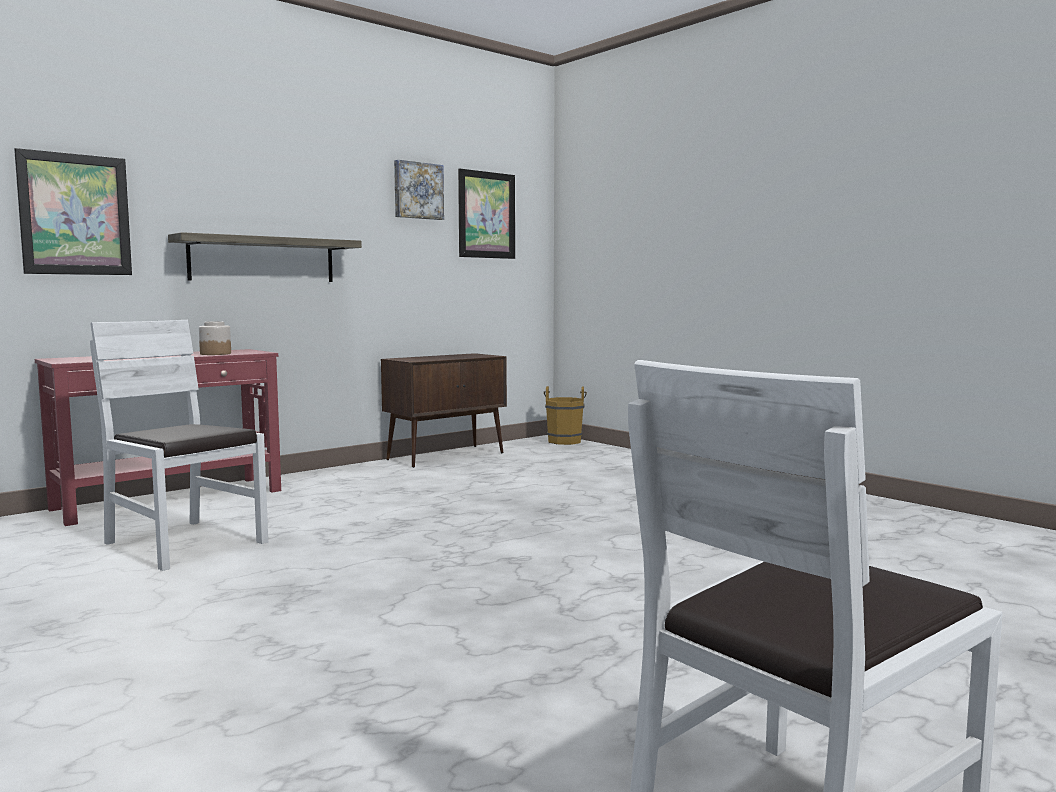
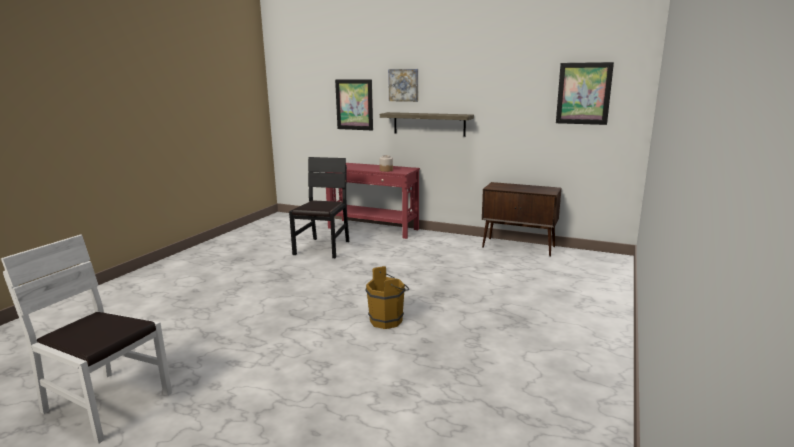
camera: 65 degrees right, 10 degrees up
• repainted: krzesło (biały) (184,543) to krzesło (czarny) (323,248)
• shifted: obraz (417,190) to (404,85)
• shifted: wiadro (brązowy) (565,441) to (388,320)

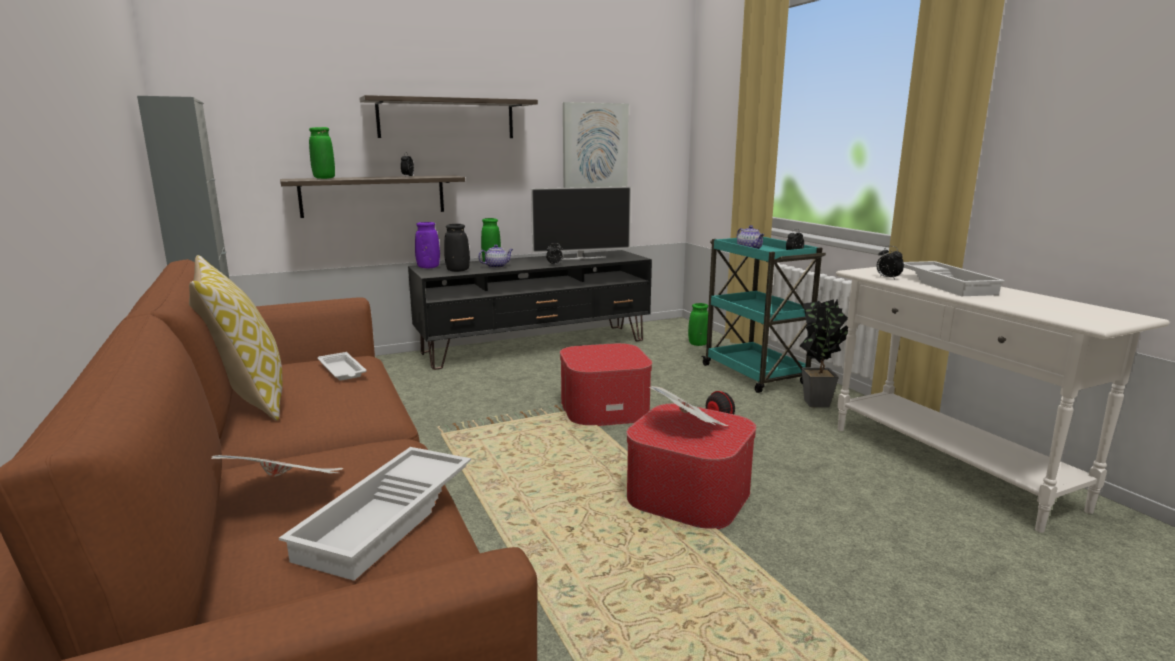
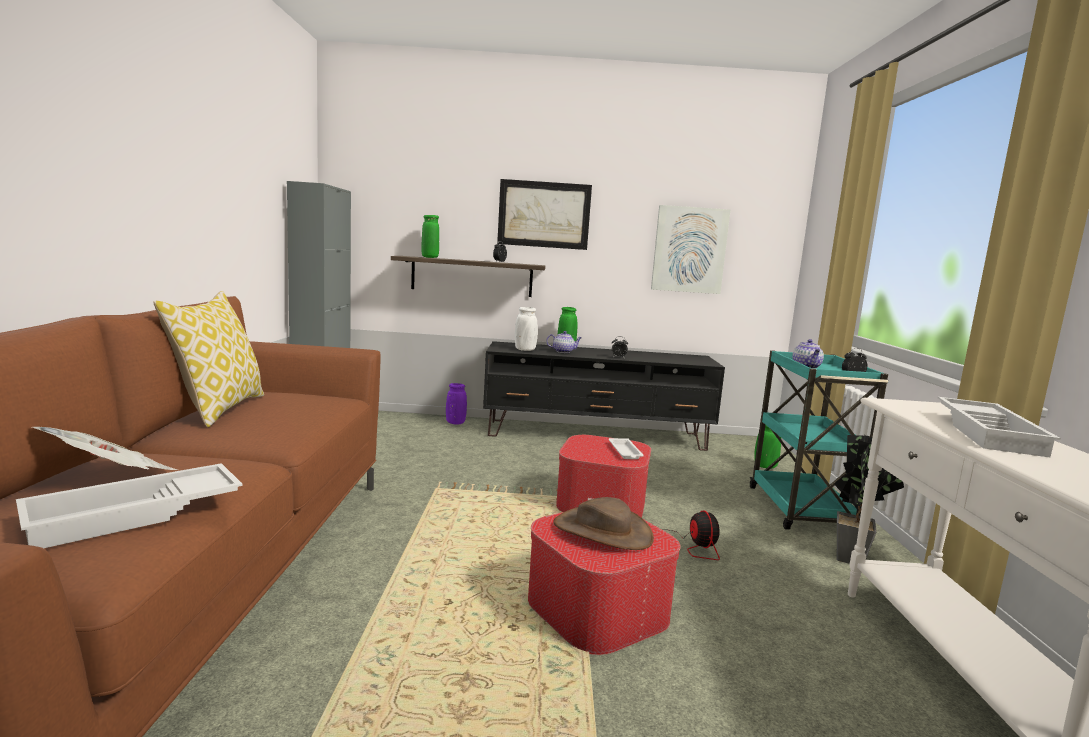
camera: 25 degrees right, 5 degrees down
• shifted: taca (biały) (342,371) to (625,452)
• swapped: półka (446,119) to obraz (544,214)
• shifted: wazon (fioletowy) (428,267) to (455,423)
• repainted: wazon (czarny) (457,270) to wazon (biały) (525,350)
• gone: telewizor (580,258)
• swapped: gazeta (687,426) to kapelusz (brązowy) (602,531)
• gone: budzik (887,278)

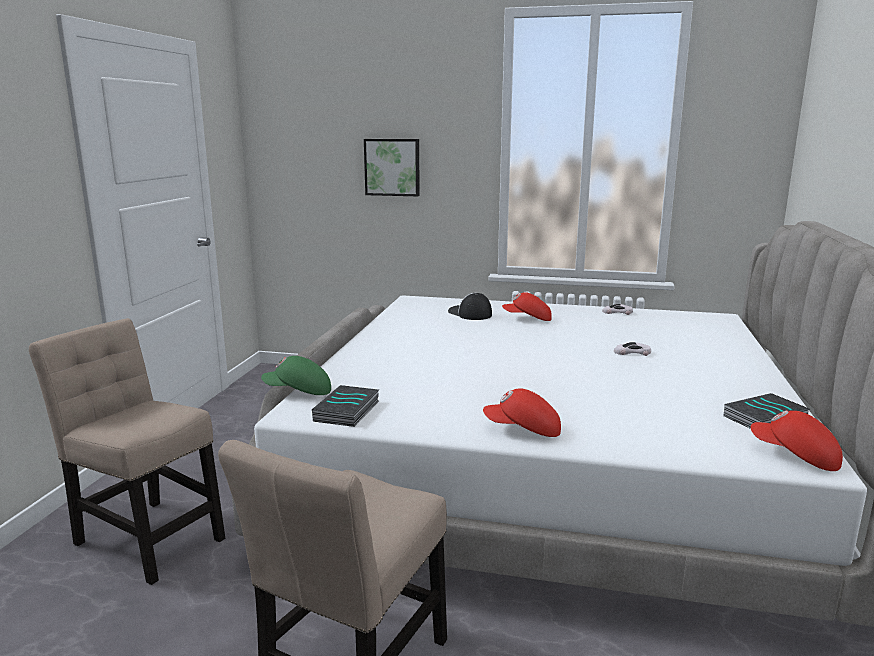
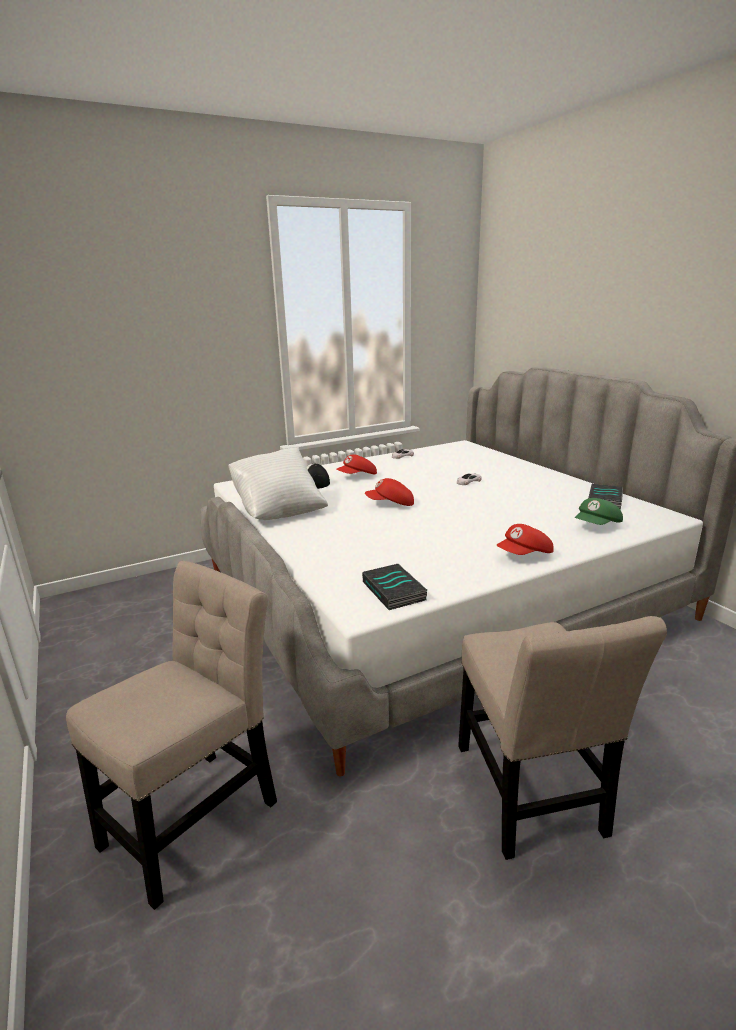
camera: 40 degrees left, 5 degrees up
• rotated: krzesło (beżowy) (146,537) = (197,815) 135 degrees clockwise
• shifted: czapka z daszkiem (zielony) (298,392) to (597,526)
• gone: obraz (392,167)
• shifted: czapka z daszkiem (czerwony) (795,457) to (390,504)
• new: poduszka (biały) (279,510)

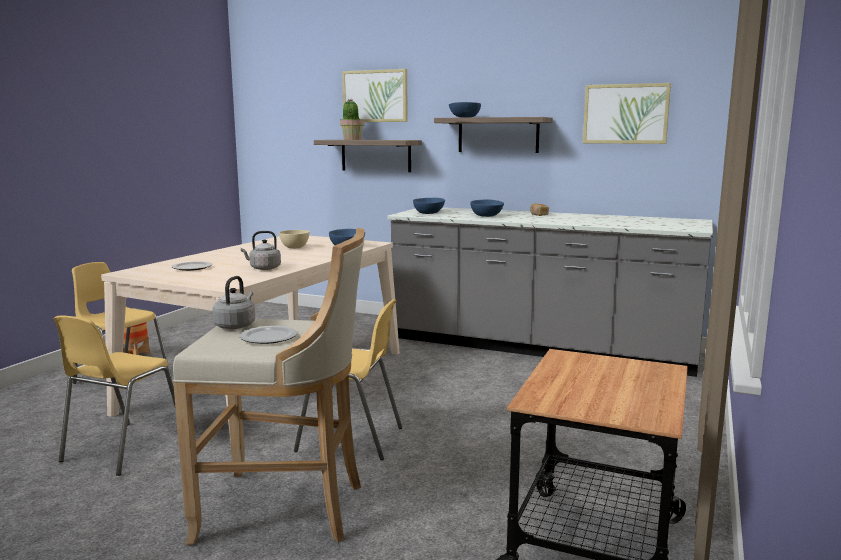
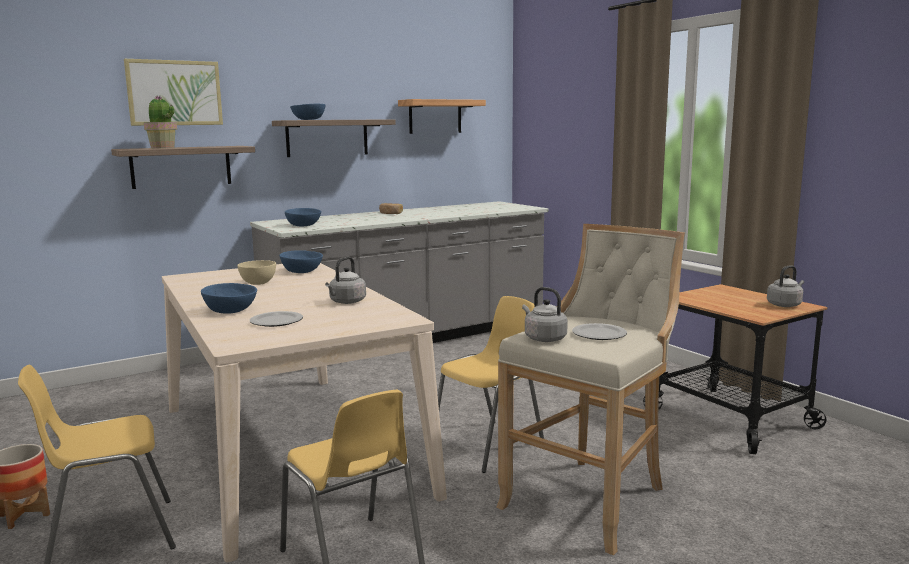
camera: 55 degrees left, 0 degrees up
• shifted: miska (niebieski) (486,215) to (229,311)
• swapped: obraz (625,114) to półka (435,116)
• new: czajnik (szary) (785,305)

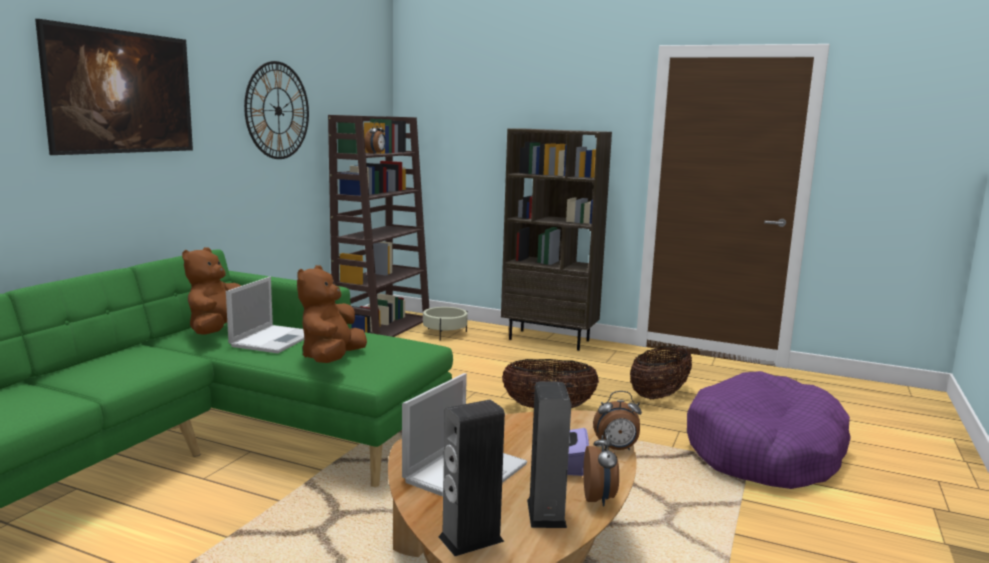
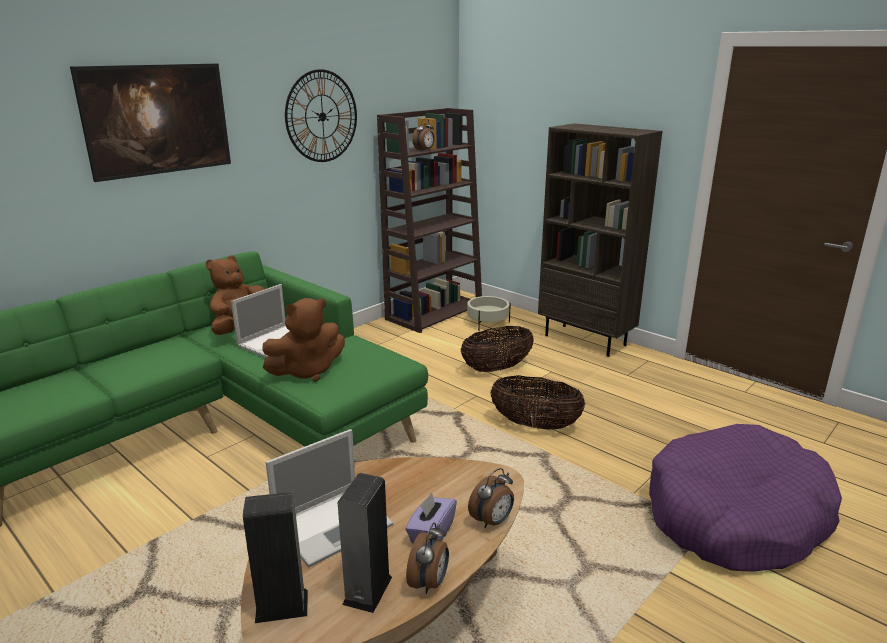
camera: 20 degrees right, 10 degrees up
• rotated: pluszak (brązowy) (332,359) = (307,371) 150 degrees counterclockwise
• rotated: budzik (616,449) = (492,521) 60 degrees counterclockwise
• shifted: koszyk (659,395) to (497,368)

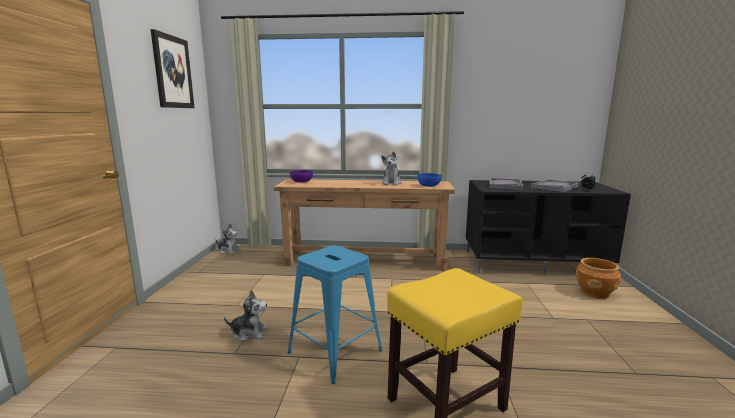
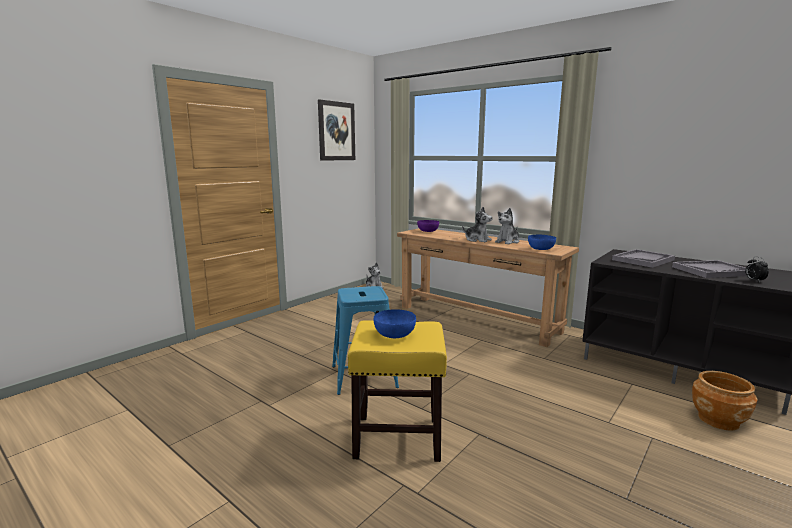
camera: 35 degrees right, 0 degrees up
• shifted: pluszak (249,333) to (477,240)
• new: miska (niebieski) (395,335)

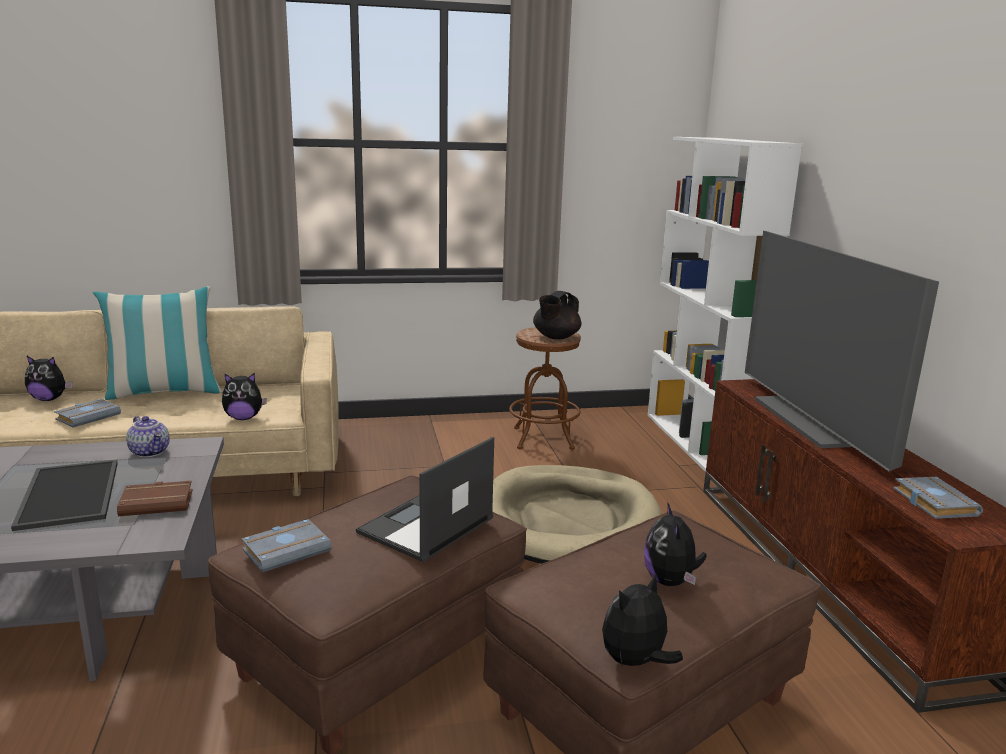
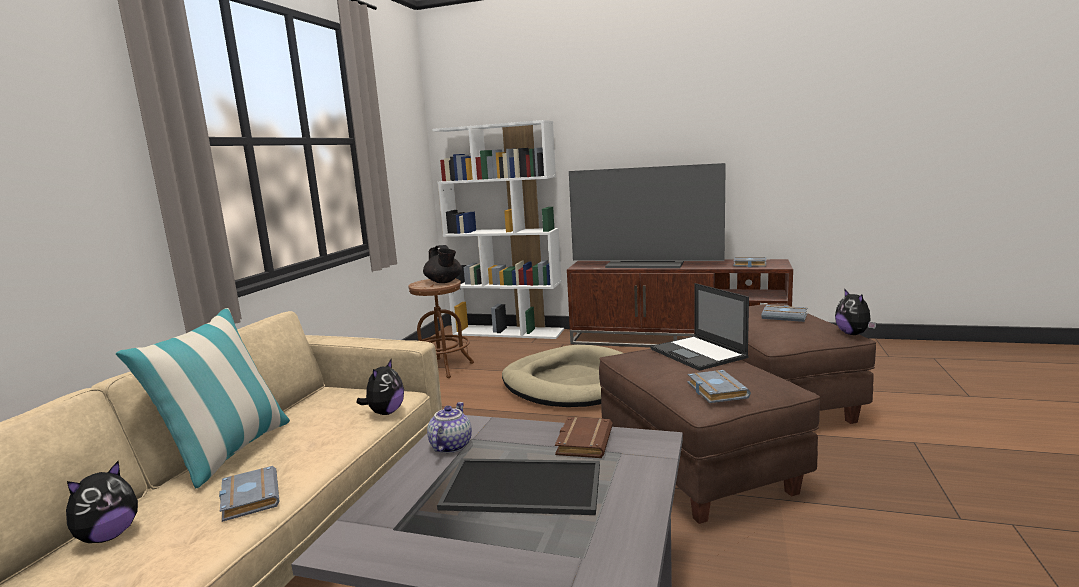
camera: 60 degrees left, 5 degrees down
• rotated: imbryk (151,452) = (450,446) 60 degrees counterclockwise
• swapped: pluszak (670,581) to książka (szary) (785,317)

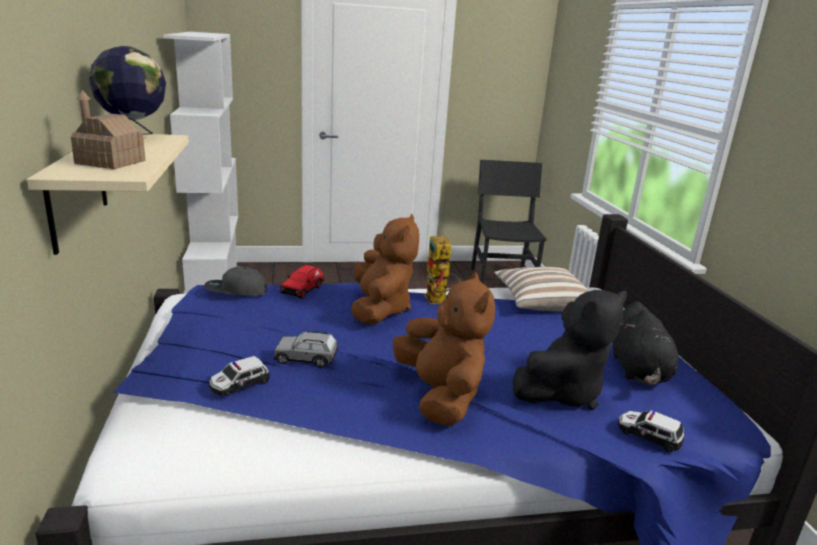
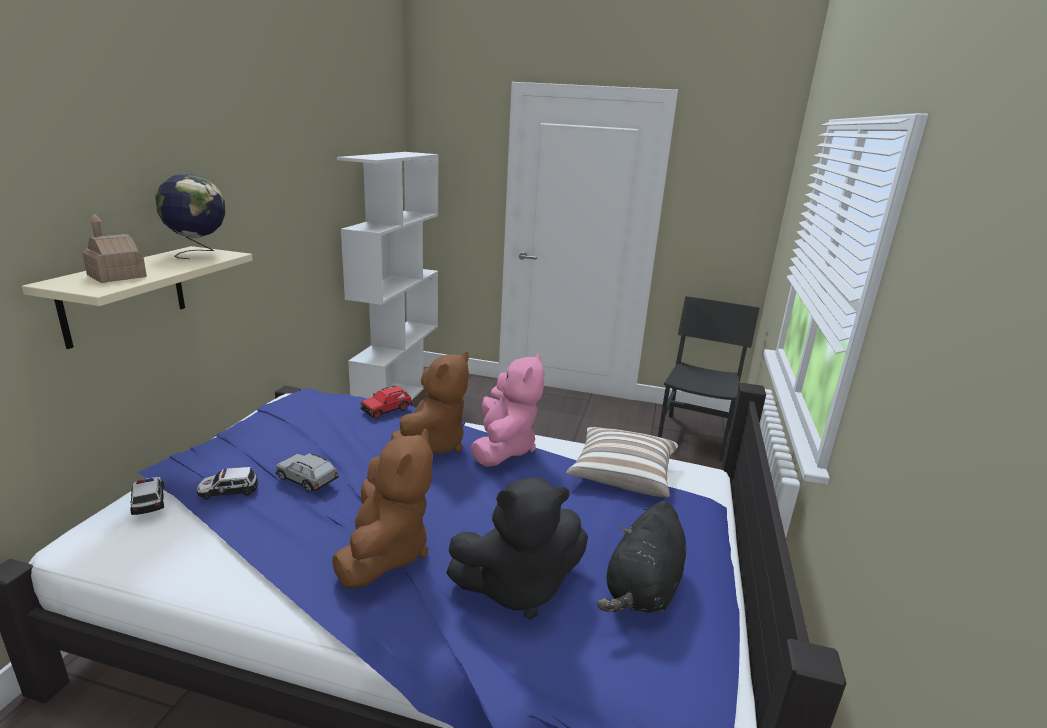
camera: 25 degrees right, 0 degrees up
• gone: czapka z daszkiem (szary) (236,291)
• swapped: robot zabawkowy (438,301) to pluszak (różowy) (504,448)
• shifted: samochodzik (648,435) to (148,499)

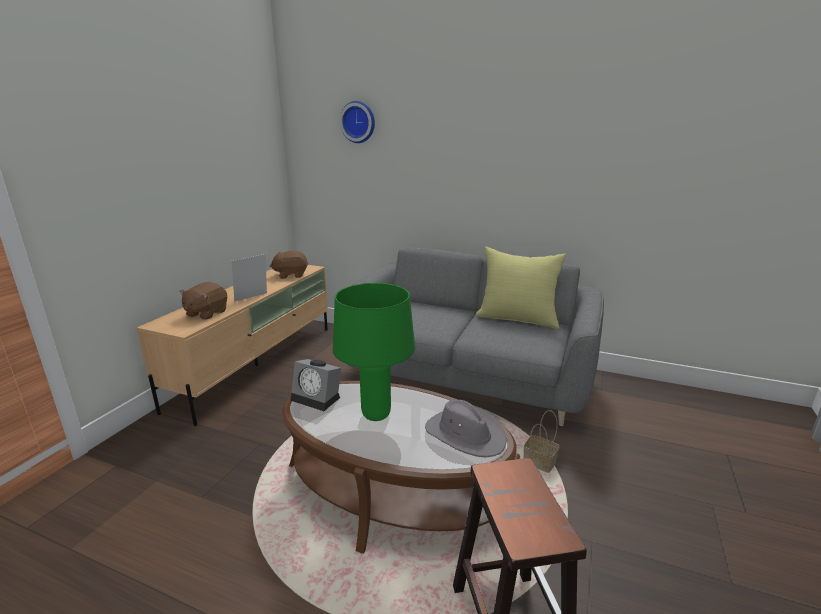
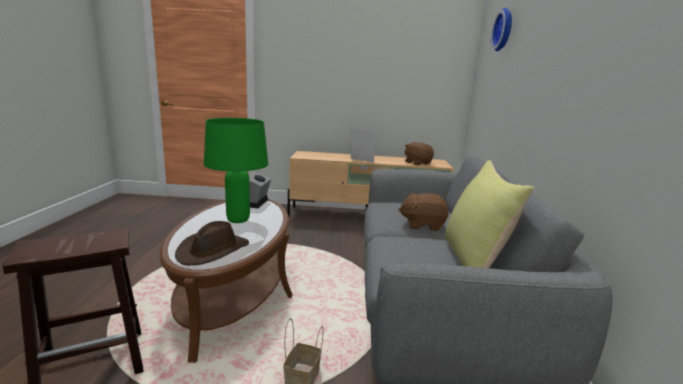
camera: 70 degrees right, 5 degrees down
• shifted: pluszak (brązowy) (206,313) to (422,225)
• repainted: kapelusz (szary) (465,434) to kapelusz (brązowy) (213,251)

